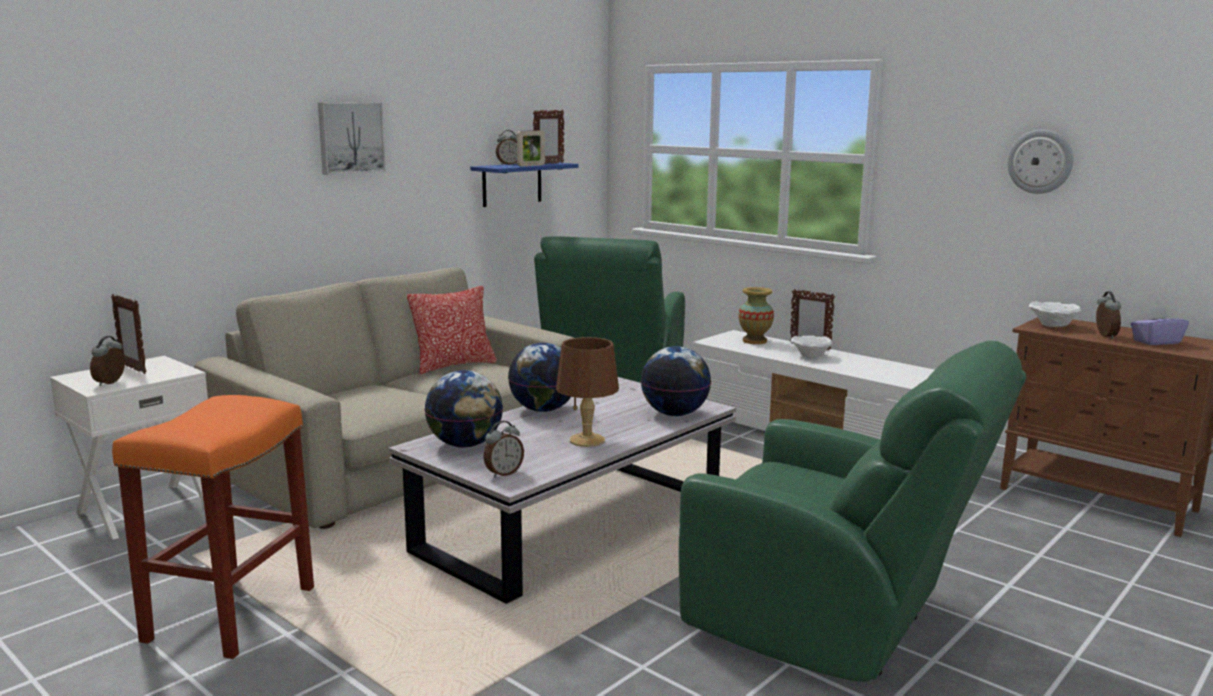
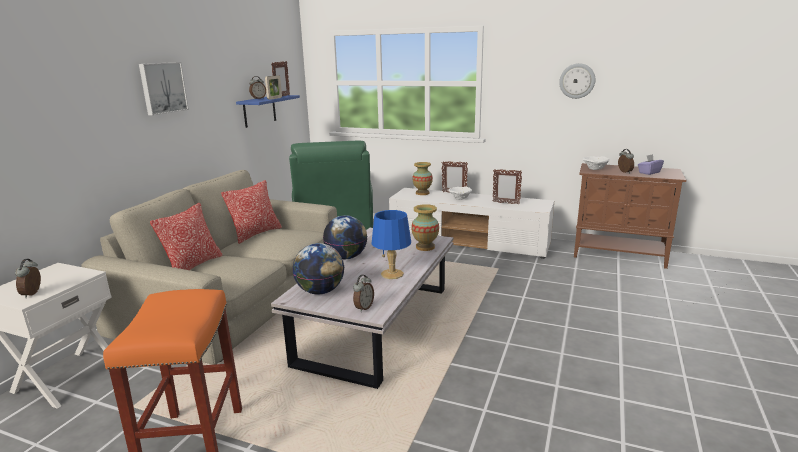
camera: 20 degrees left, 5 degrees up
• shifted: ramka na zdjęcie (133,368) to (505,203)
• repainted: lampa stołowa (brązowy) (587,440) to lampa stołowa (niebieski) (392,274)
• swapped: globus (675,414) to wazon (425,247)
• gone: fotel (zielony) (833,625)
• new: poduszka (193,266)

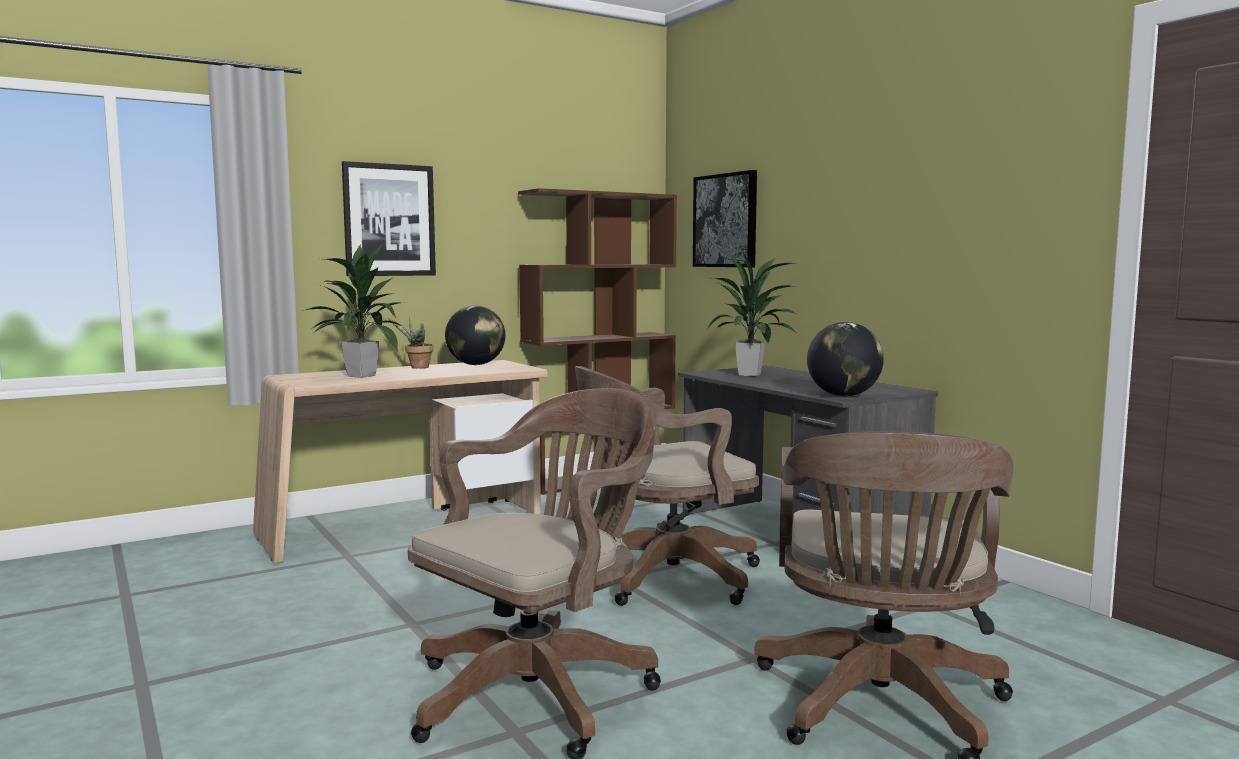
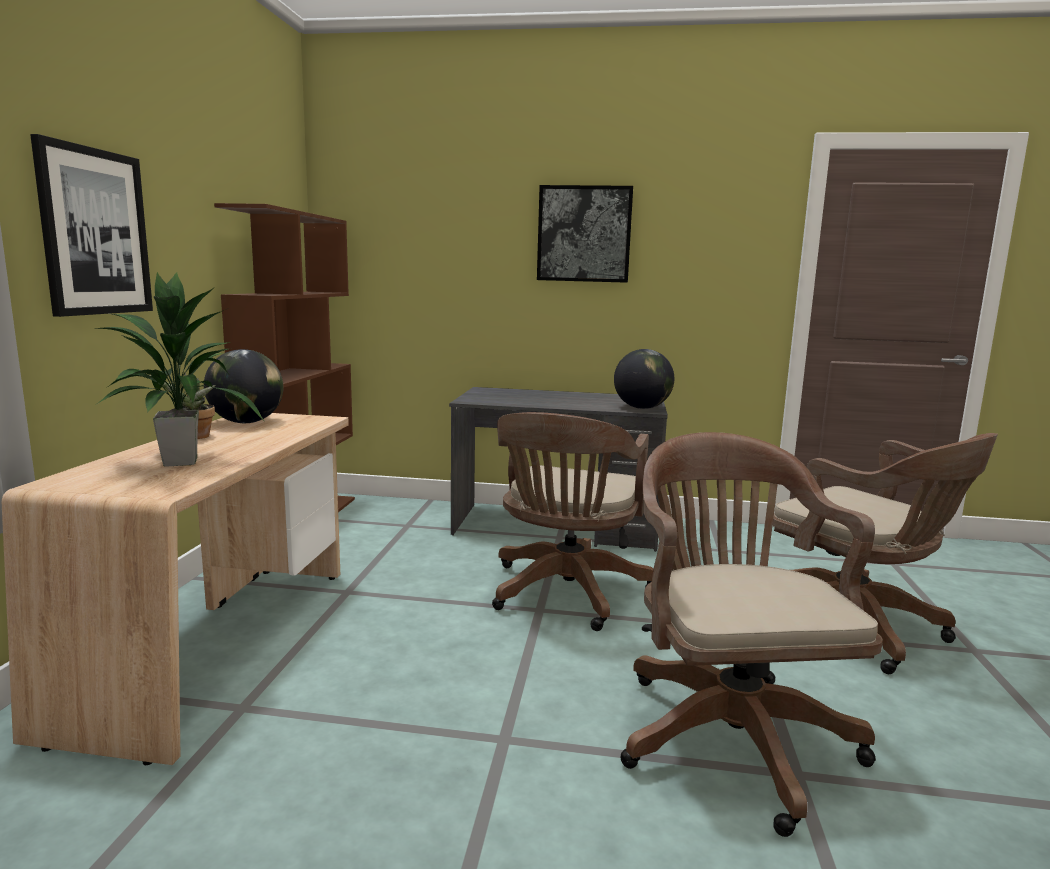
camera: 50 degrees left, 5 degrees up
• shifted: obraz (725,220) to (584,234)
• gone: roślina doniczkowa (750,375)

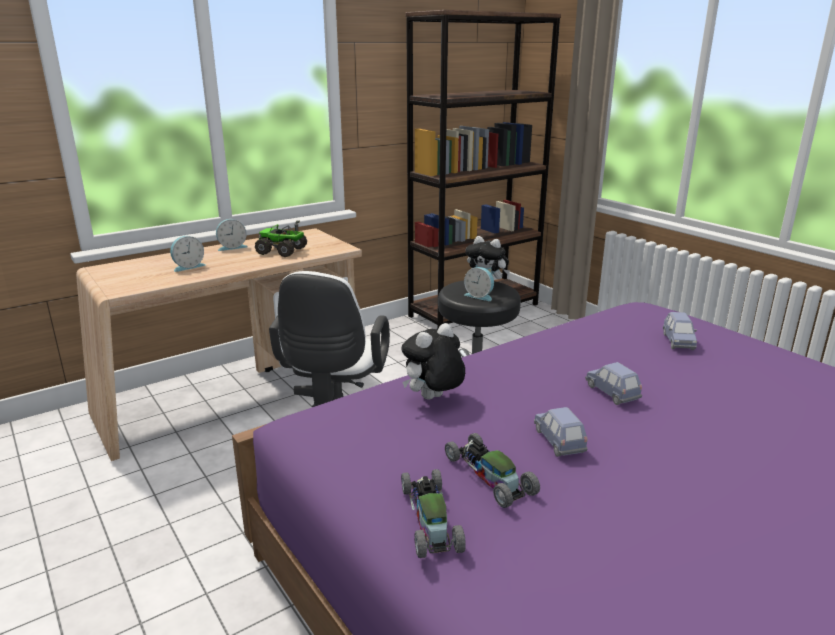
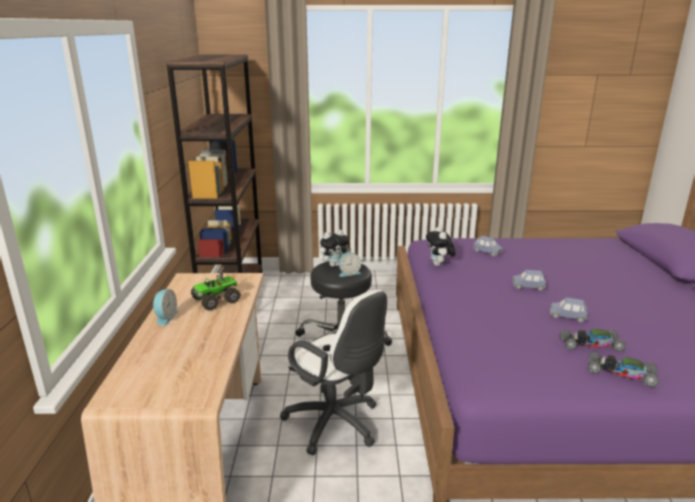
camera: 55 degrees left, 0 degrees up
• gone: budzik (188,266)
• shifted: pluszak (433,399) to (439,265)

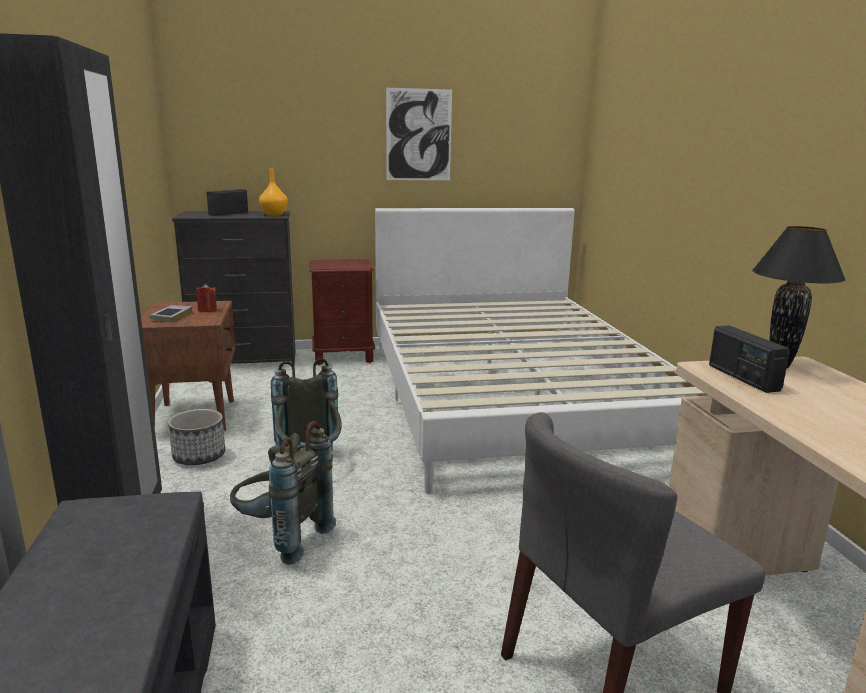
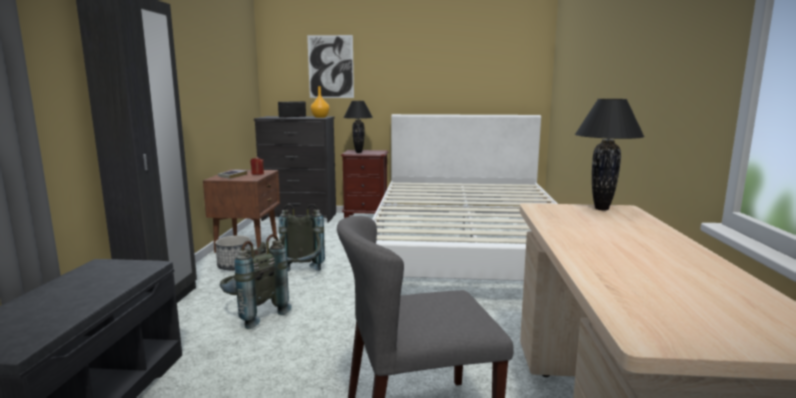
camera: 15 degrees right, 5 degrees down
• shifted: obraz (418,135) to (330,66)
• gone: radio (742,378)
• new: lampa stołowa (czarny) (358,152)

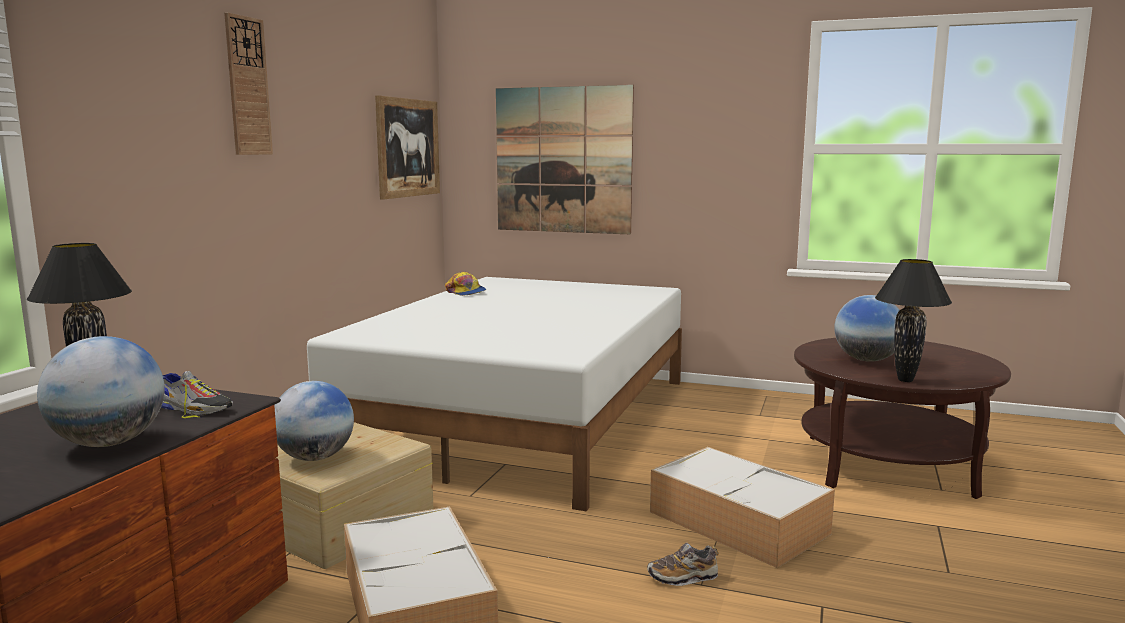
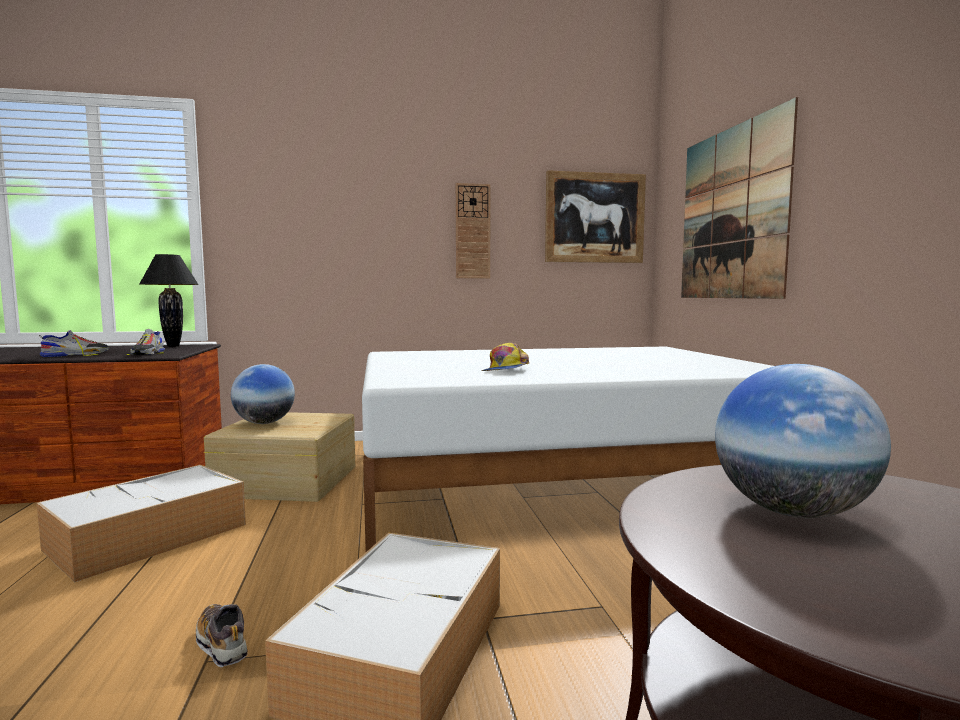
camera: 60 degrees right, 5 degrees down
• swapped: globus (109,443) to but (76,355)
• shifted: zegar ścienny (247,86) to (472,231)
• shifted: czapka z daszkiem (466,292) to (505,370)
• gone: lampa stołowa (czarny) (904,380)

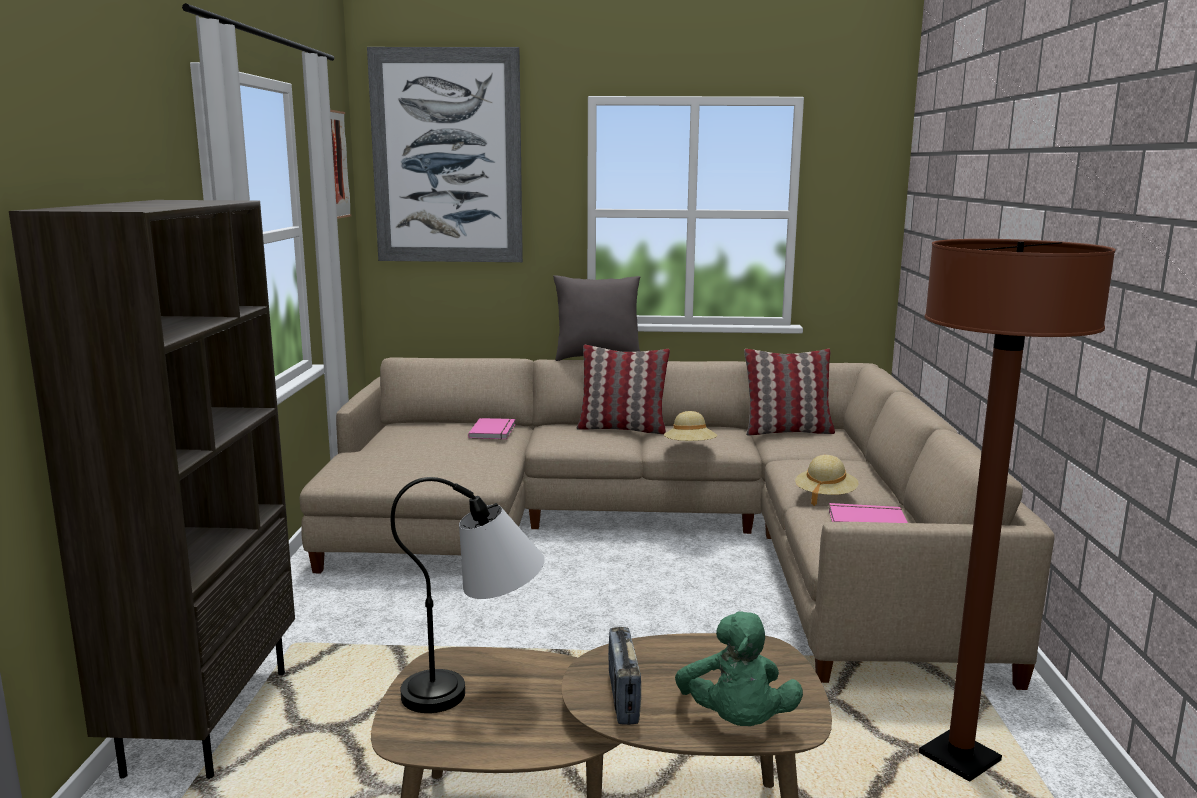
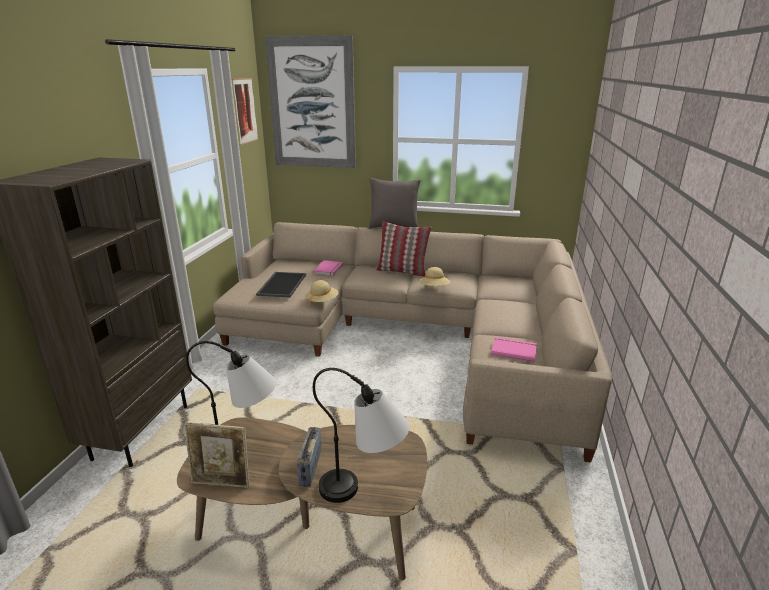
camera: 10 degrees right, 10 degrees up
• swapped: pluszak (zielony) (736,722) to lampa stołowa (364,492)
• gone: poduszka (787,431)
• shifted: kapelusz (beżowy) (825,496) to (322,301)
• gone: lampa stojąca (brązowy) (959,758)
• new: ramka na zdjęcie (222,483)
• new: taca (281,284)

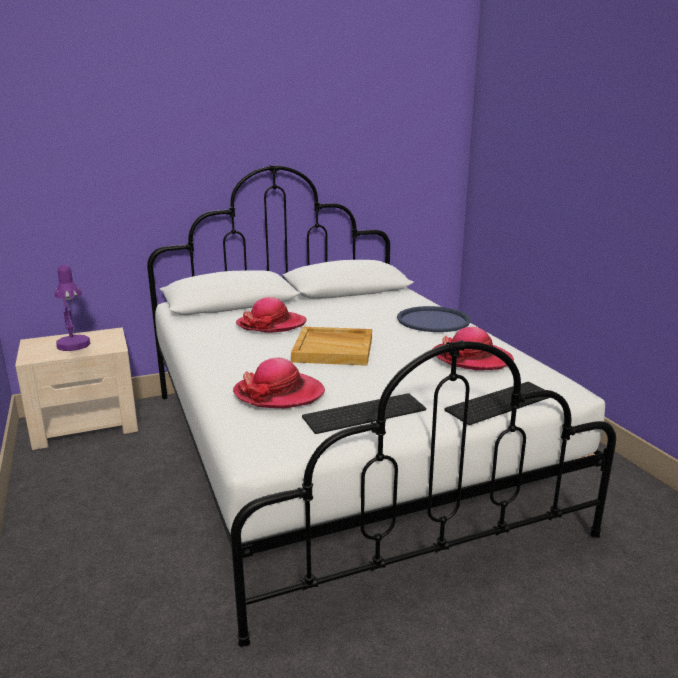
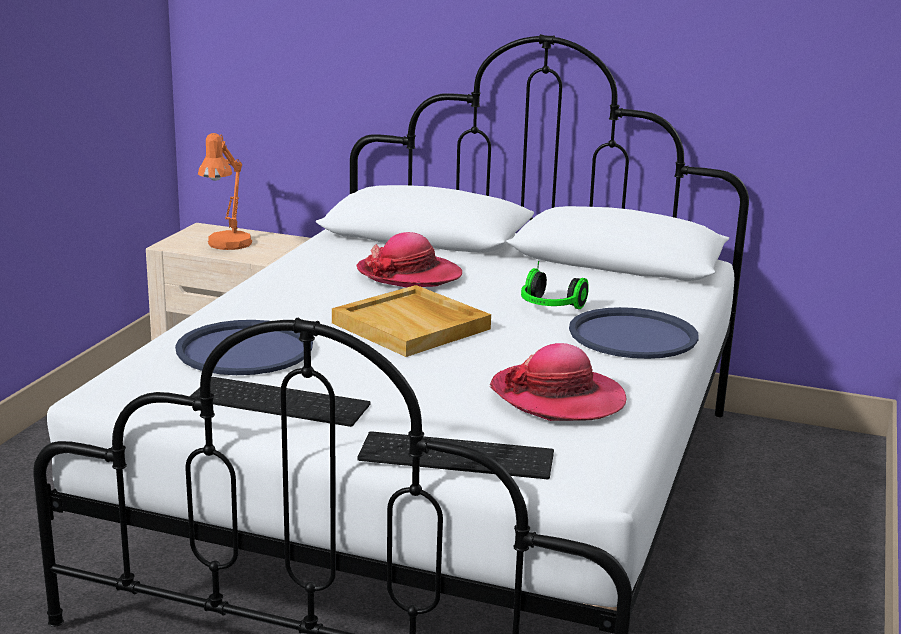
camera: 40 degrees right, 0 degrees up
• repainted: lampa stołowa (fioletowy) (74,347) to lampa stołowa (pomarańczowy) (226,246)
• swapped: kapelusz (279,393) to taca (niebieski) (245,350)
• new: słuchawki (549,307)

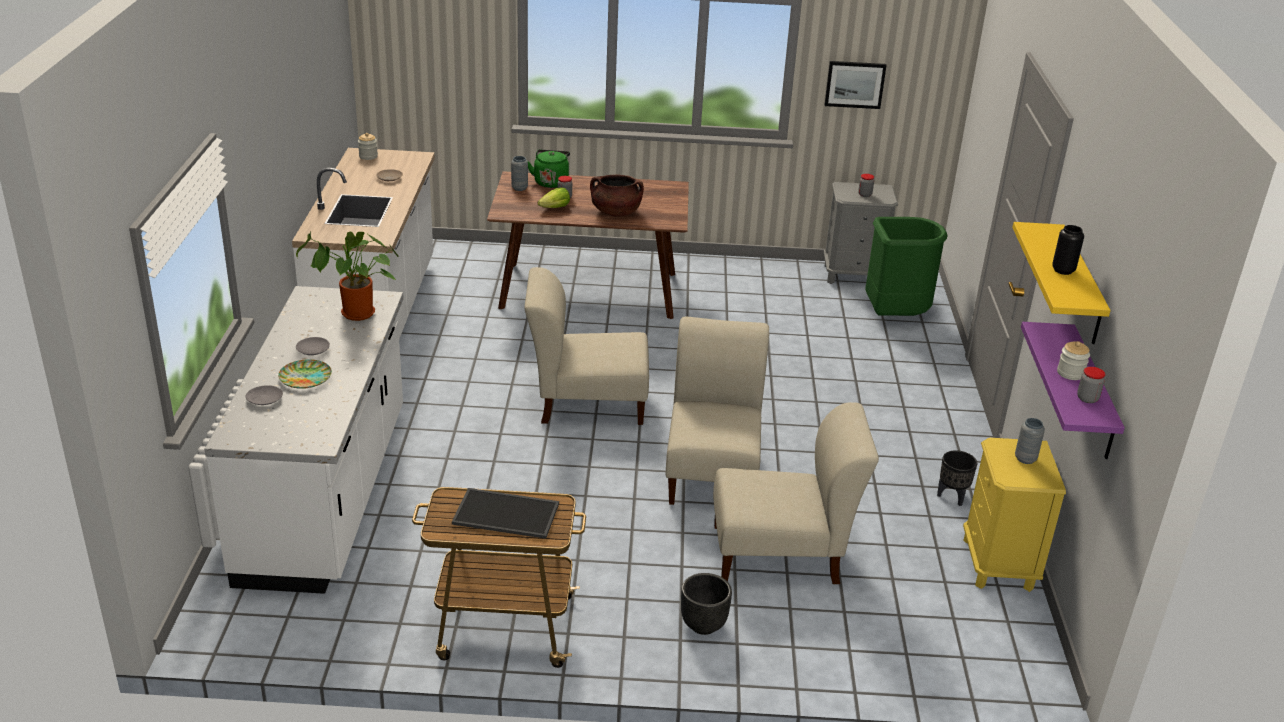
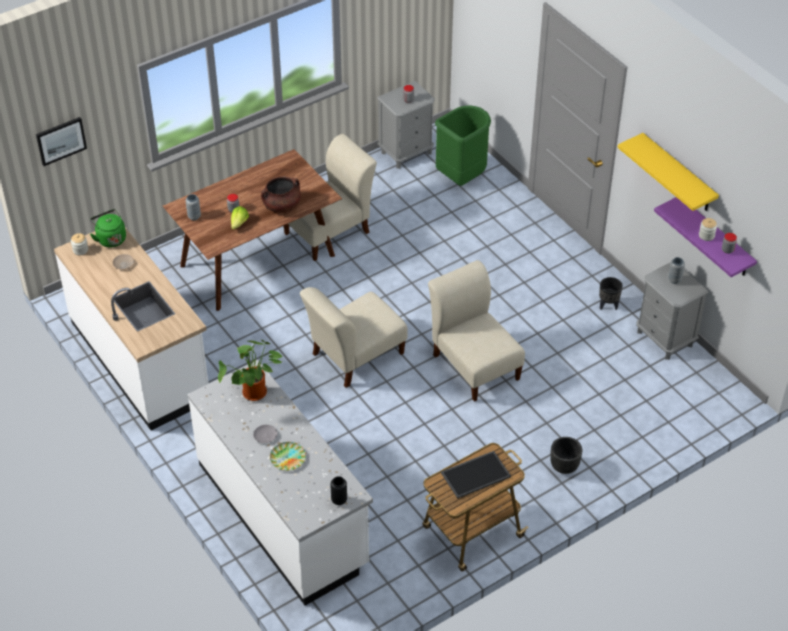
camera: 35 degrees left, 15 degrees up
• gone: talerz (szary) (264,399)
• shifted: czajnik (zielony) (551,182) to (110,238)
• shifted: krzesło (beżowy) (782,554) to (330,231)
• shifted: obraz (855,84) to (61,140)
• repainted: szafka nocna (żółty) (998,564) to szafka nocna (szary) (665,338)
• shifted: wazon (czarny) (1063,270) to (339,500)

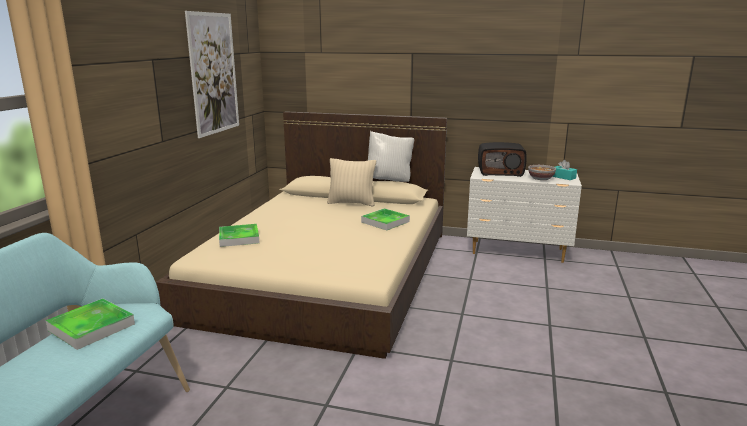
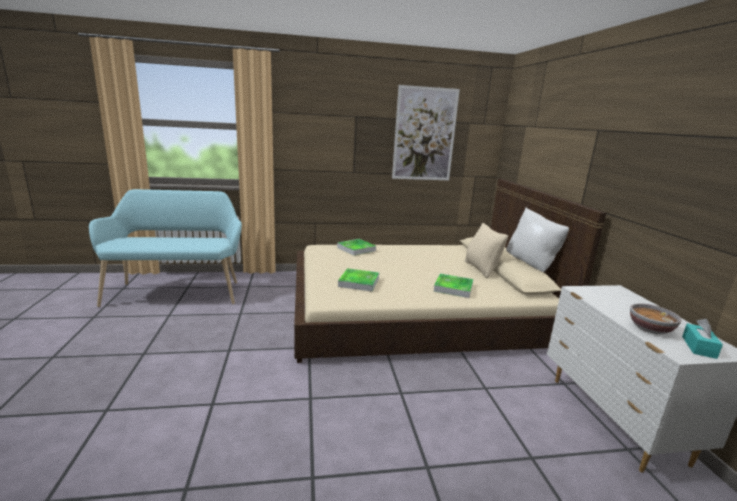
camera: 65 degrees right, 0 degrees up
• shifted: taca (91,327) to (359,282)
• gone: radio (500,172)

